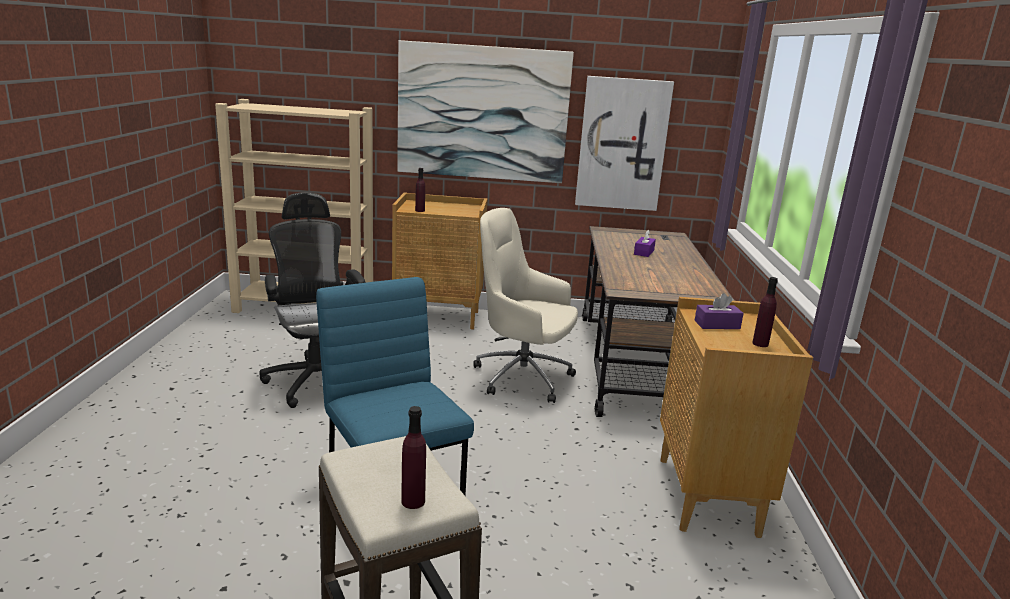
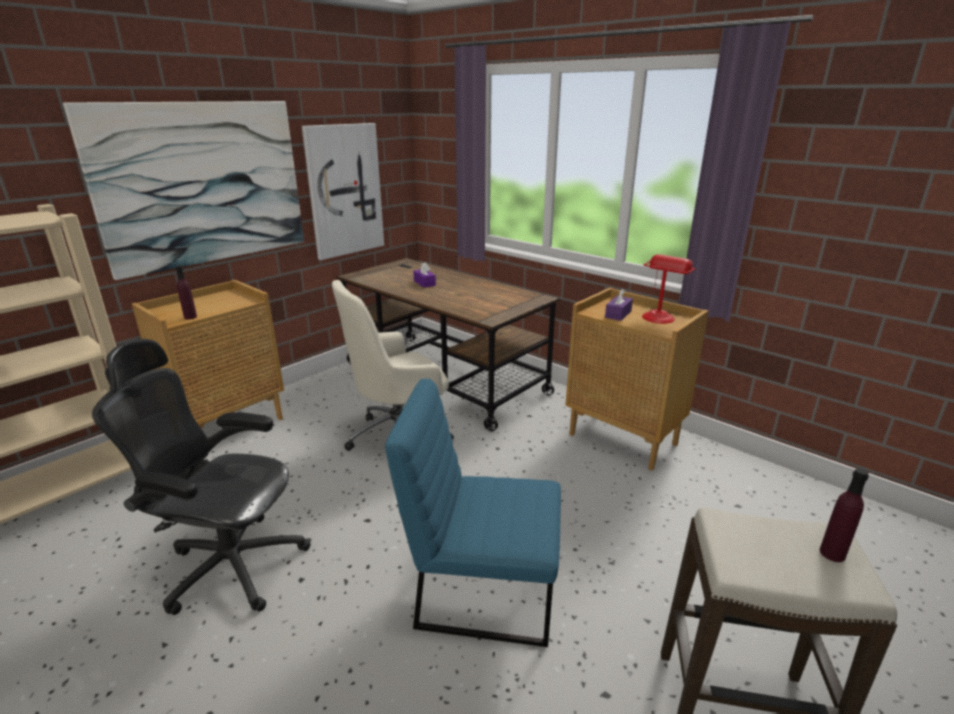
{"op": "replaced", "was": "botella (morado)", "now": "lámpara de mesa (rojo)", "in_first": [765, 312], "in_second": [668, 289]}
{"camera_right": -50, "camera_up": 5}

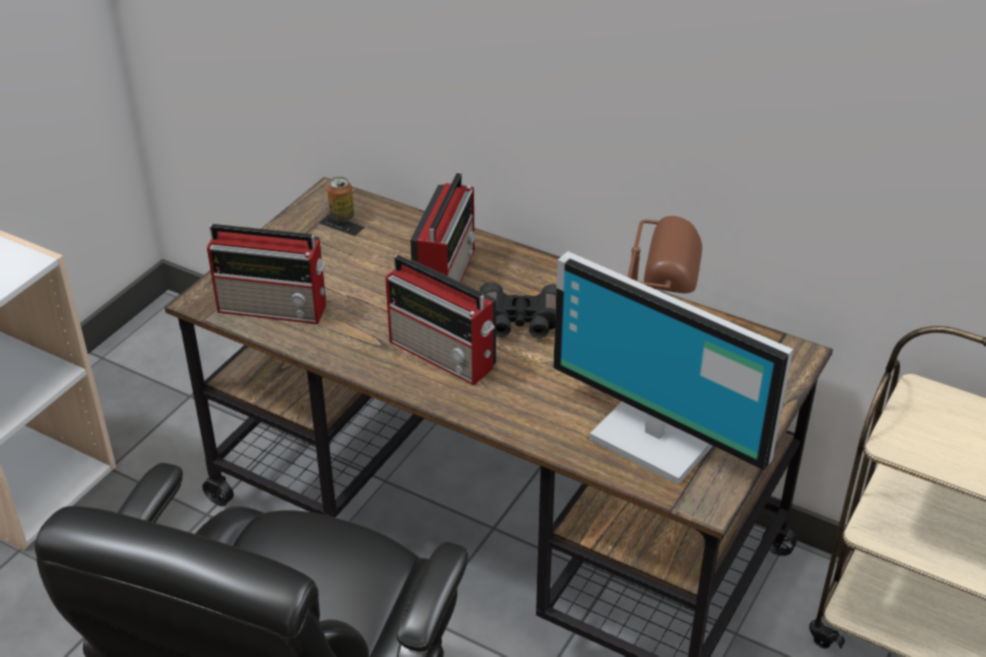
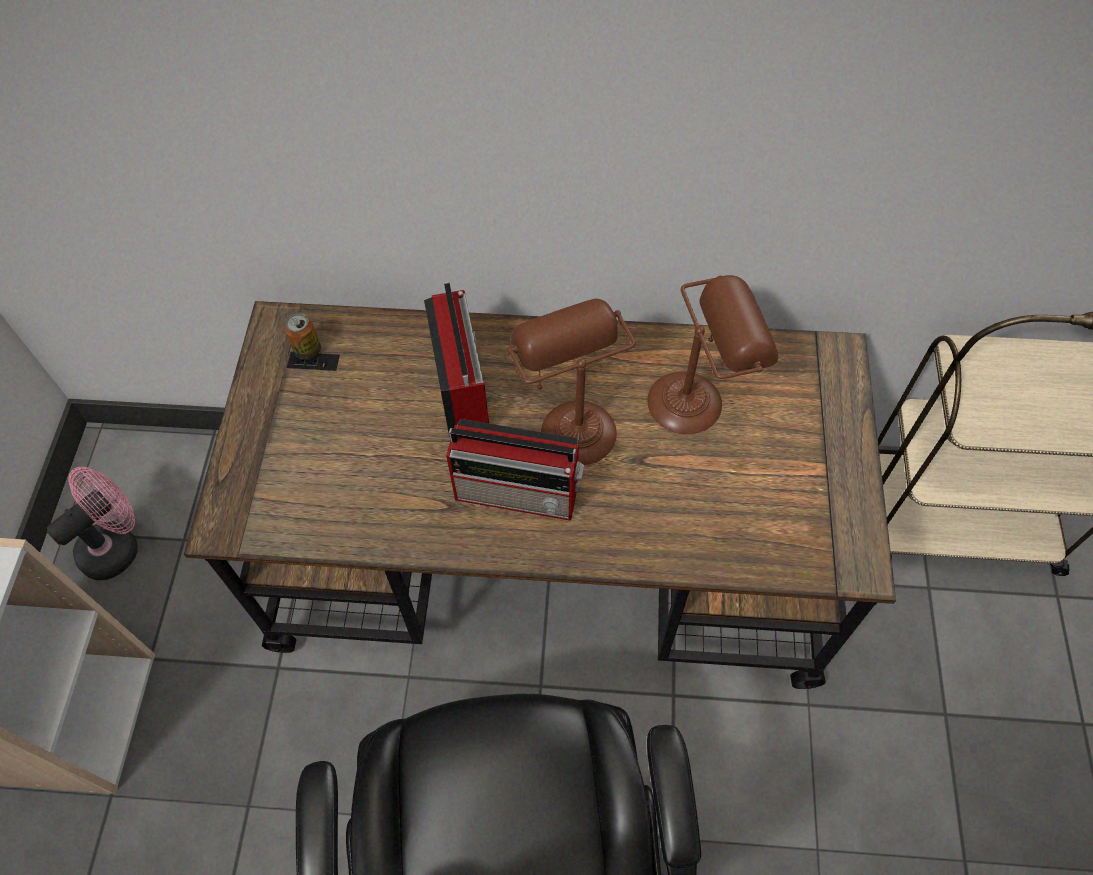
{"op": "removed", "was": "radio", "in_first": [266, 274]}
{"op": "replaced", "was": "prismáticos (negro)", "now": "lámpara de mesa (marrón)", "in_first": [518, 310], "in_second": [571, 382]}
{"op": "removed", "was": "monitor", "in_first": [673, 368]}
{"op": "added", "now": "ventilador (rosa)", "in_second": [92, 523]}
{"camera_right": -25, "camera_up": 20}

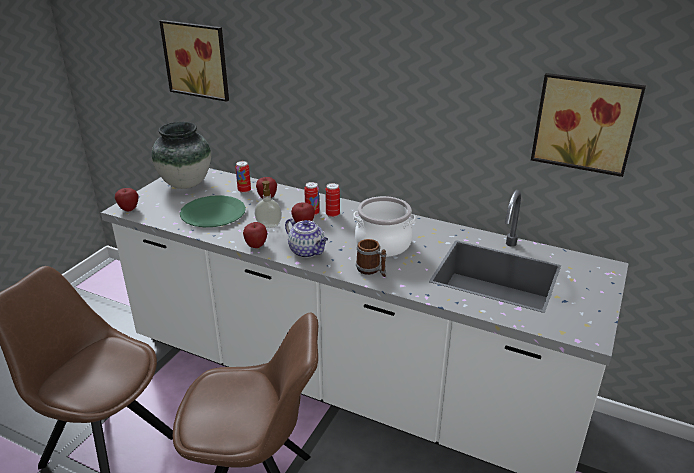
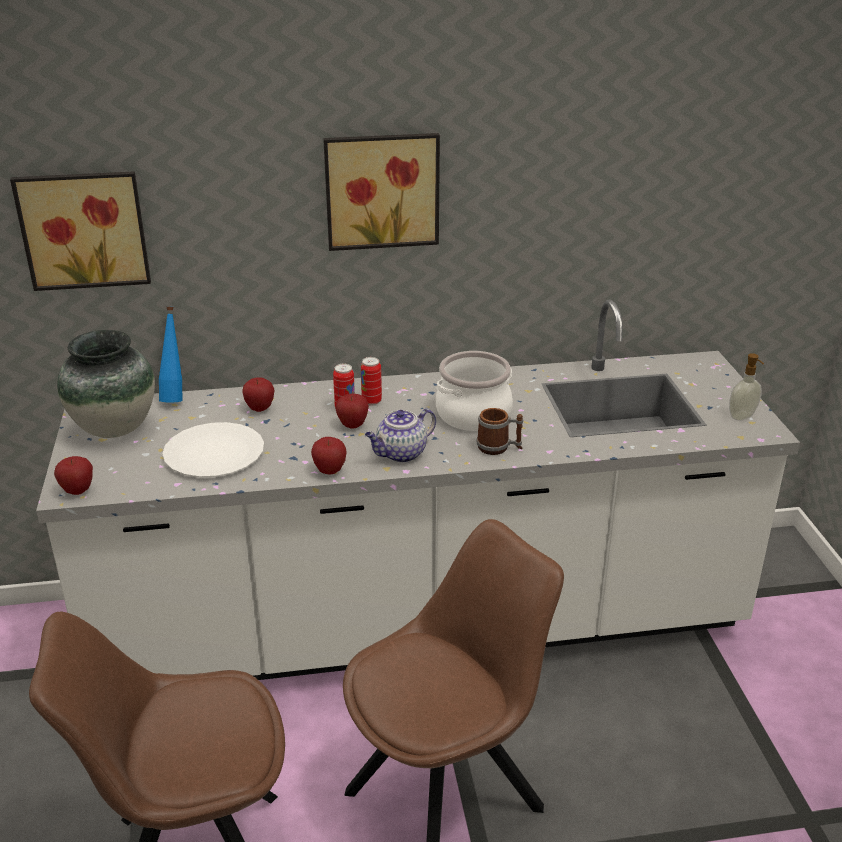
{"op": "recoloured", "was": "plato (verde)", "now": "plato (blanco)", "in_first": [213, 211], "in_second": [213, 449]}
{"op": "removed", "was": "lata", "in_first": [243, 177]}
{"op": "moved", "was": "dispensador de jabón", "in_first": [268, 204], "in_second": [746, 387]}
{"op": "turned", "was": "tetera", "in_first": [306, 238], "in_second": [400, 436], "clockwise": 135}
{"op": "moved", "was": "cuadro", "in_first": [588, 125], "in_second": [381, 192]}
{"op": "added", "now": "botella (azul)", "in_second": [170, 354]}
{"camera_right": -35, "camera_up": 0}

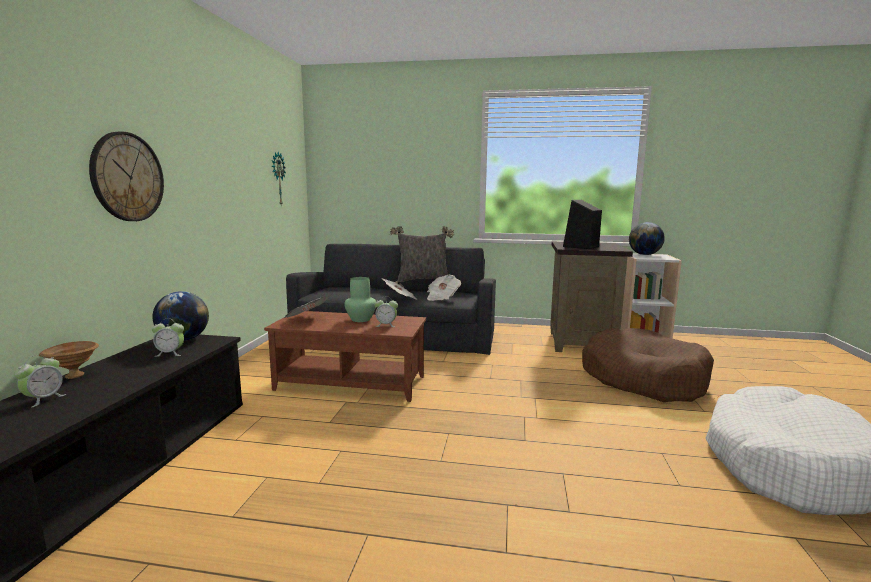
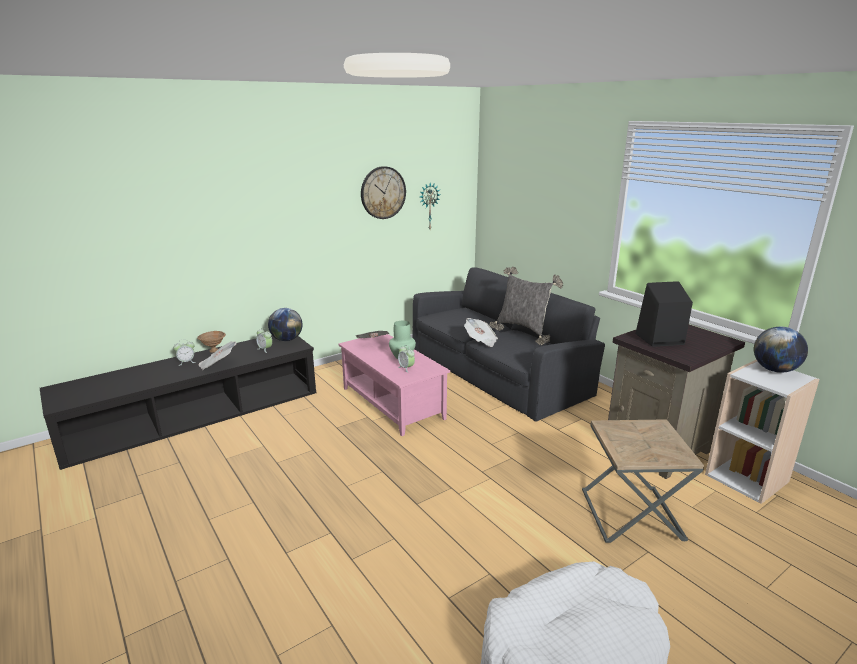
{"op": "moved", "was": "reloj de pared", "in_first": [126, 176], "in_second": [383, 192]}
{"op": "recoloured", "was": "mesa de centro (marrón)", "now": "mesa de centro (rosa)", "in_first": [345, 356], "in_second": [394, 385]}
{"op": "moved", "was": "periódico", "in_first": [444, 288], "in_second": [217, 355]}
{"op": "replaced", "was": "cama para perro (marrón)", "now": "mesa auxiliar (marrón)", "in_first": [648, 365], "in_second": [643, 481]}
{"camera_right": 45, "camera_up": 10}

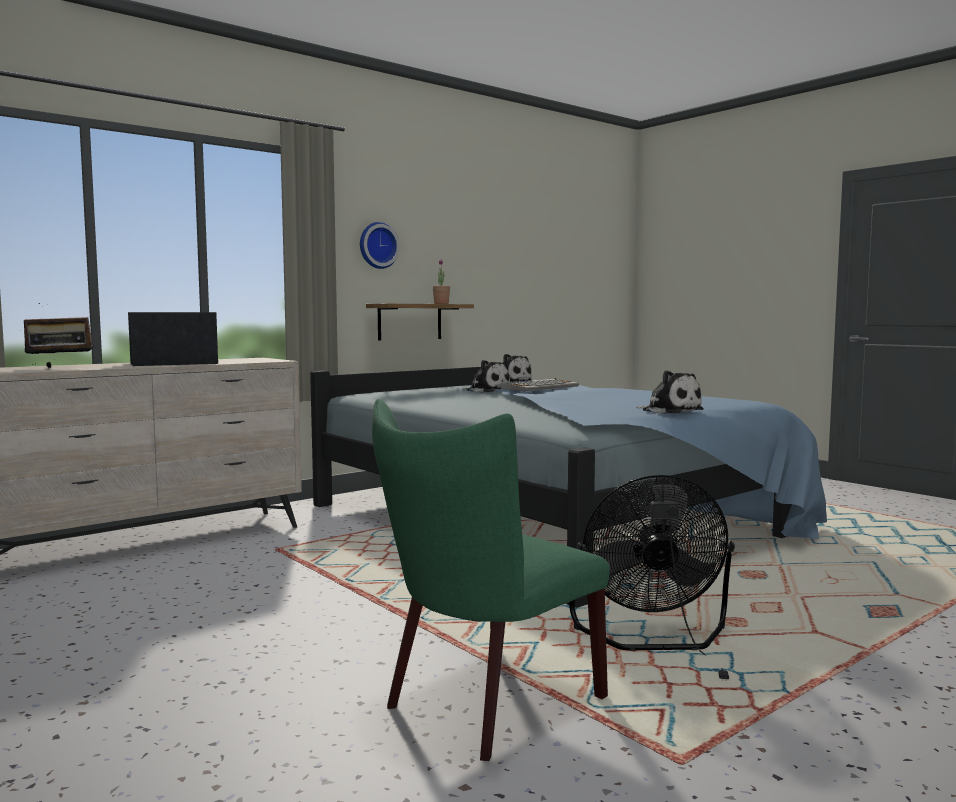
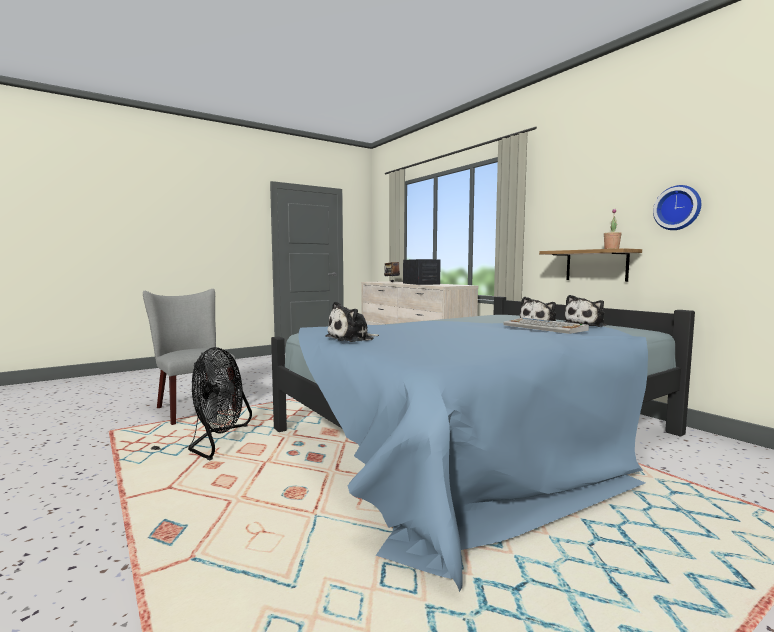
{"op": "moved", "was": "reloj de pared", "in_first": [380, 245], "in_second": [677, 207]}
{"op": "recoloured", "was": "silla (verde)", "now": "silla (gris)", "in_first": [491, 580], "in_second": [190, 357]}
{"camera_right": 95, "camera_up": 0}

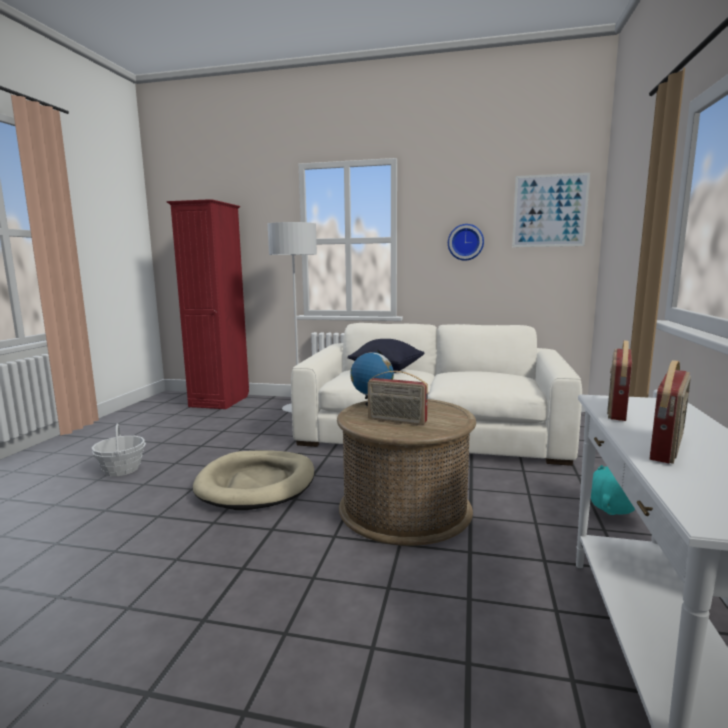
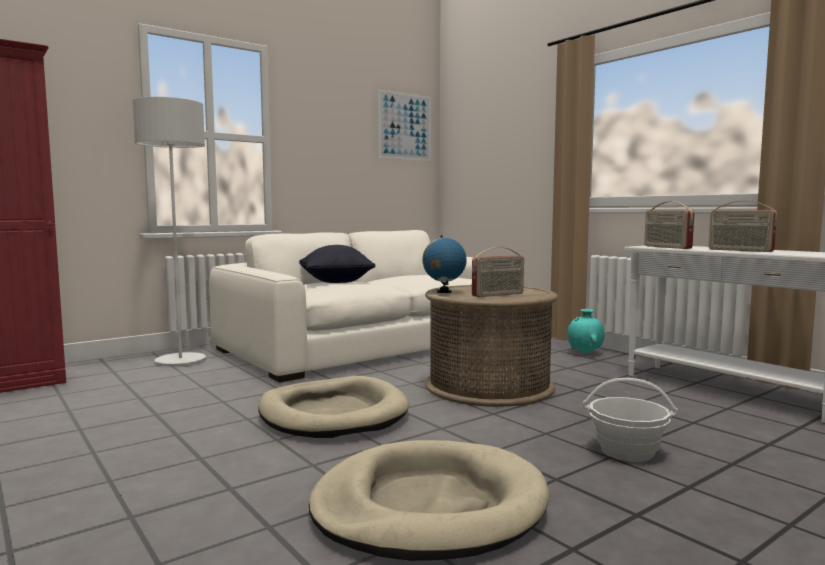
{"op": "moved", "was": "cesta", "in_first": [119, 449], "in_second": [630, 420]}
{"op": "removed", "was": "reloj de pared", "in_first": [466, 242]}
{"op": "turned", "was": "radio", "in_first": [670, 412], "in_second": [743, 226], "clockwise": 150}
{"op": "added", "now": "cama para perro (beis)", "in_second": [429, 500]}
{"camera_right": -50, "camera_up": -5}

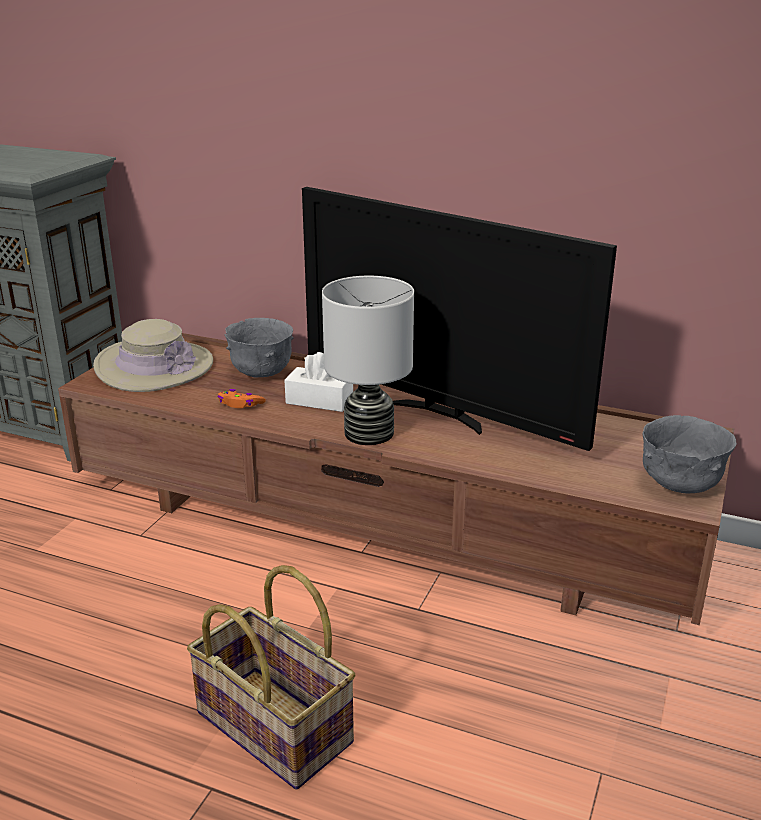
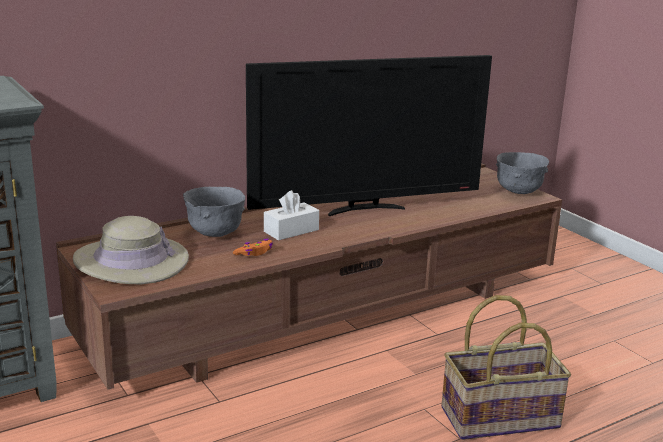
{"op": "removed", "was": "lámpara de mesa (gris)", "in_first": [368, 360]}
{"camera_right": -55, "camera_up": -5}

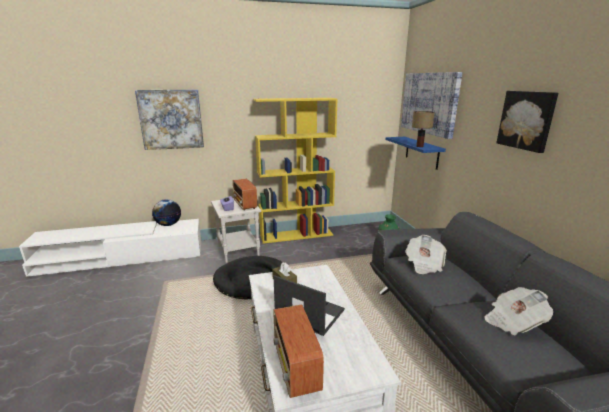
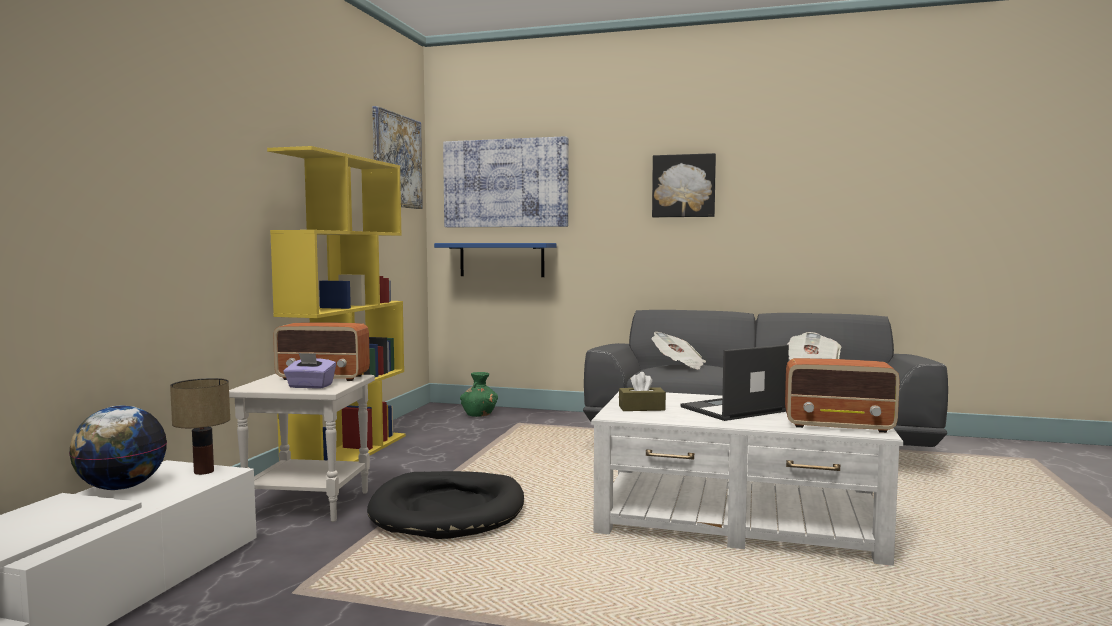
{"op": "moved", "was": "cuadro", "in_first": [169, 120], "in_second": [397, 157]}
{"op": "moved", "was": "lámpara de mesa", "in_first": [423, 129], "in_second": [200, 426]}
{"camera_right": -60, "camera_up": -15}

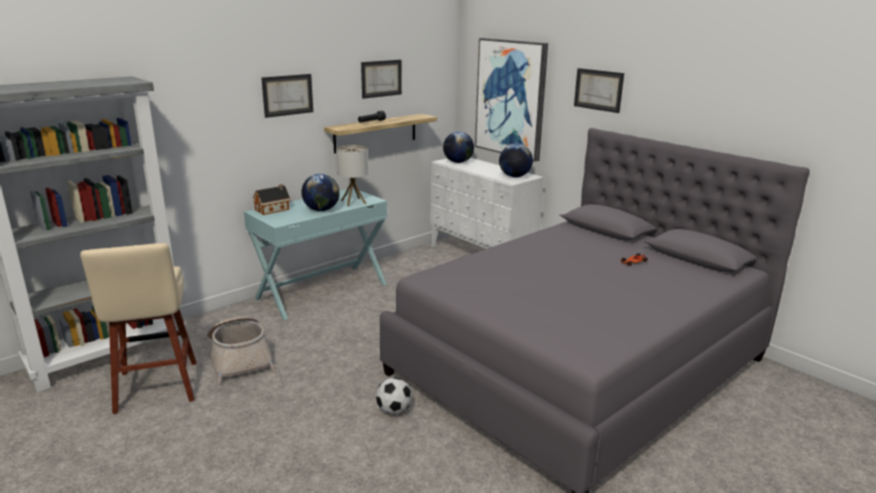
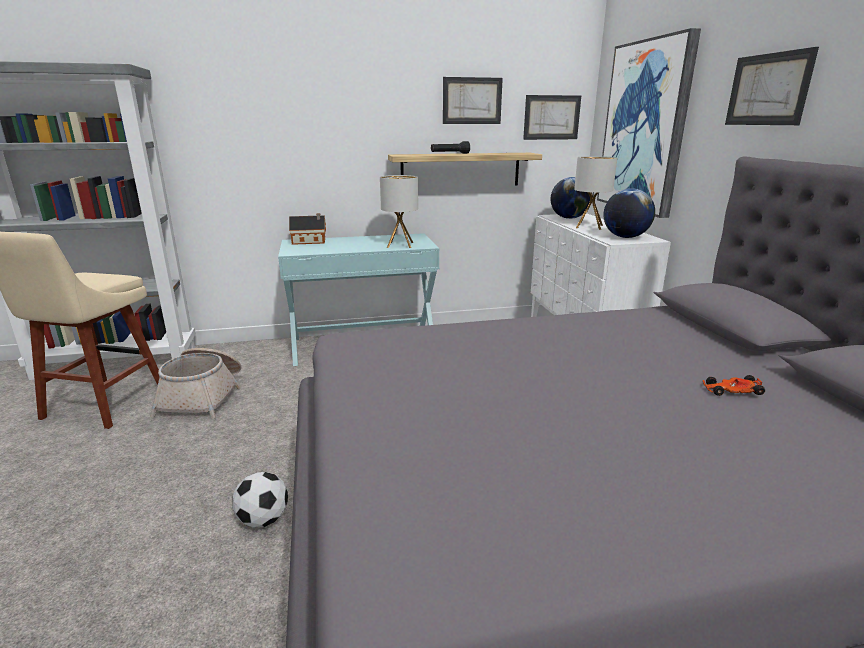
{"op": "moved", "was": "cuadro", "in_first": [287, 96], "in_second": [552, 117]}
{"op": "removed", "was": "globo terráqueo", "in_first": [320, 192]}
{"op": "added", "now": "lámpara de mesa", "in_second": [595, 193]}
{"camera_right": 30, "camera_up": 0}

